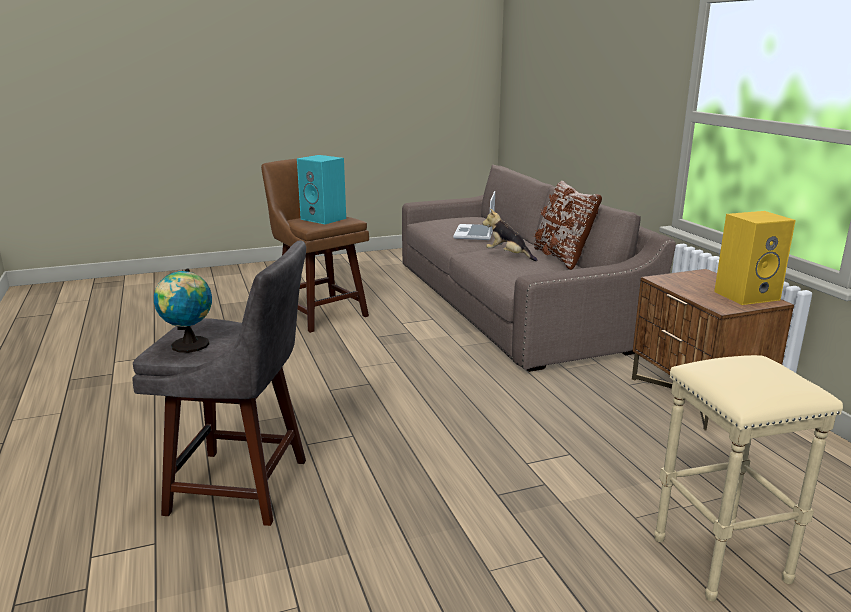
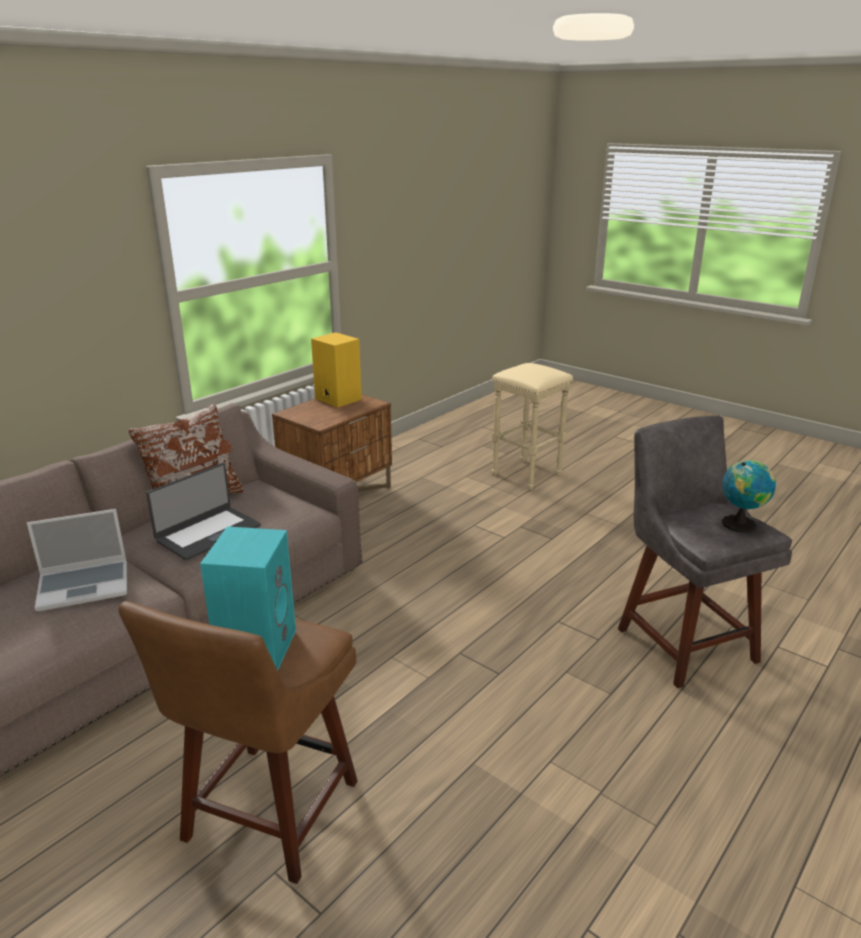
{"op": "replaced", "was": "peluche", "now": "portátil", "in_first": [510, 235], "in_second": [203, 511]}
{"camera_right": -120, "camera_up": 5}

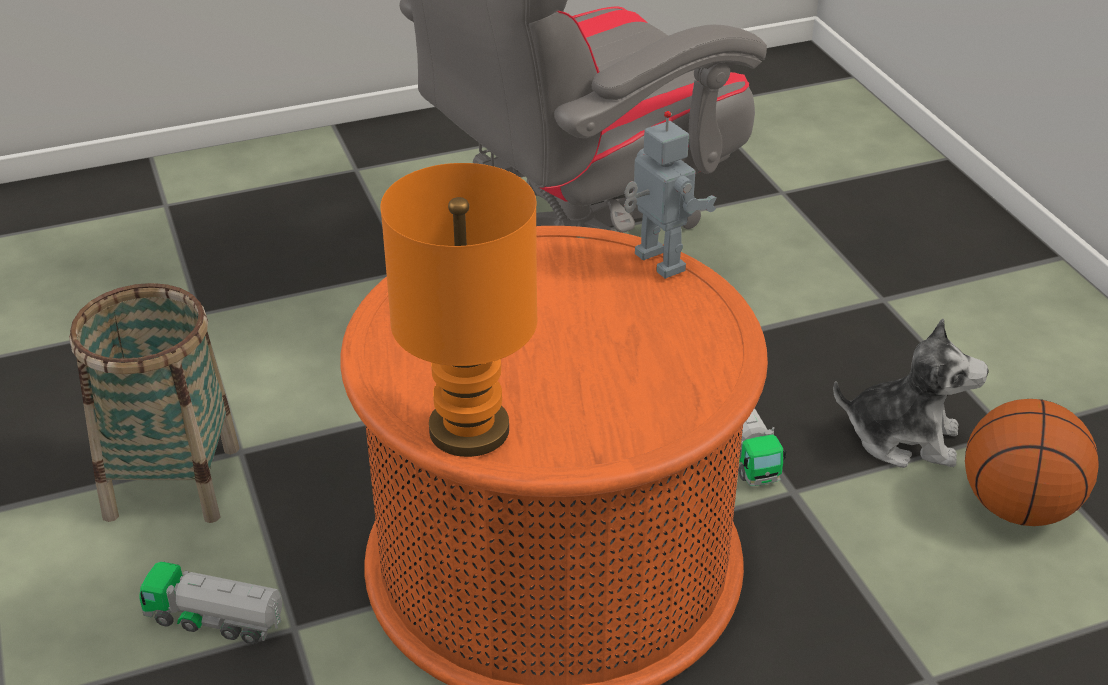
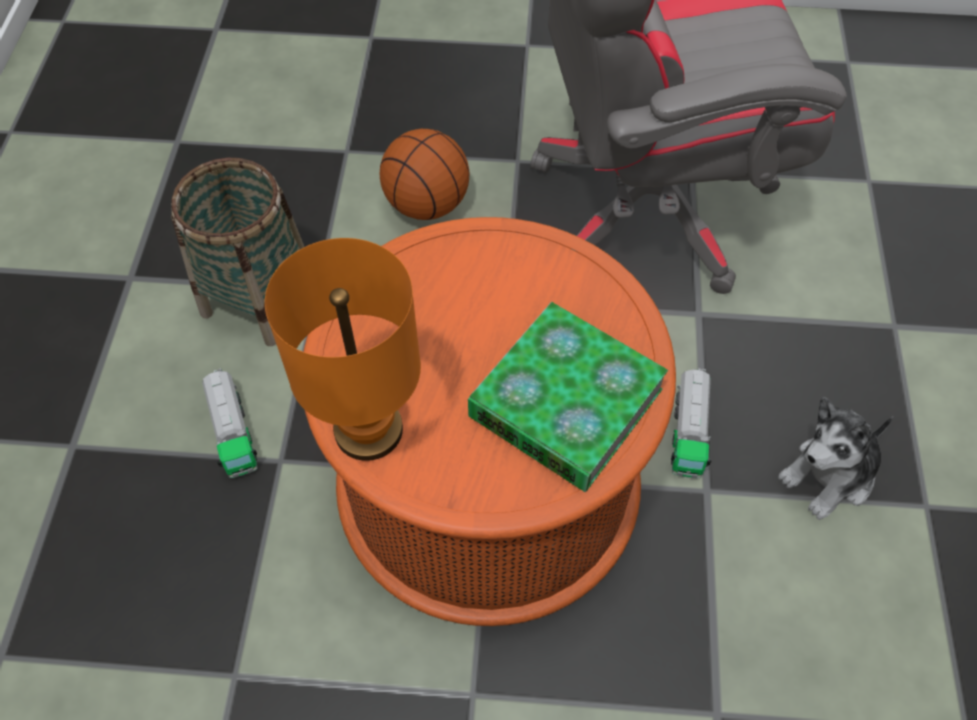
{"op": "turned", "was": "camión de juguete", "in_first": [210, 603], "in_second": [230, 423], "clockwise": -150}
{"op": "removed", "was": "robot de juguete", "in_first": [670, 195]}
{"op": "turned", "was": "peluche", "in_first": [911, 393], "in_second": [835, 458], "clockwise": 105}
{"op": "moved", "was": "balón de baloncesto", "in_first": [1032, 462], "in_second": [424, 174]}
{"op": "added", "now": "libro", "in_second": [568, 397]}
{"camera_right": 25, "camera_up": 20}

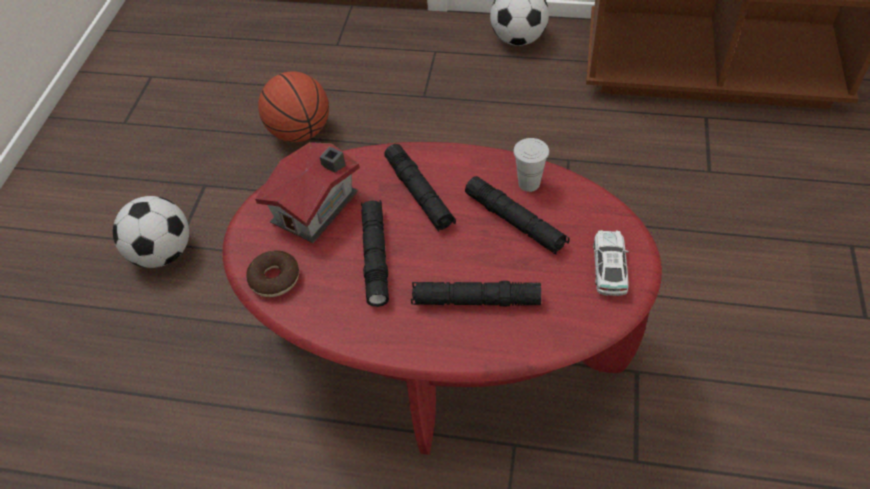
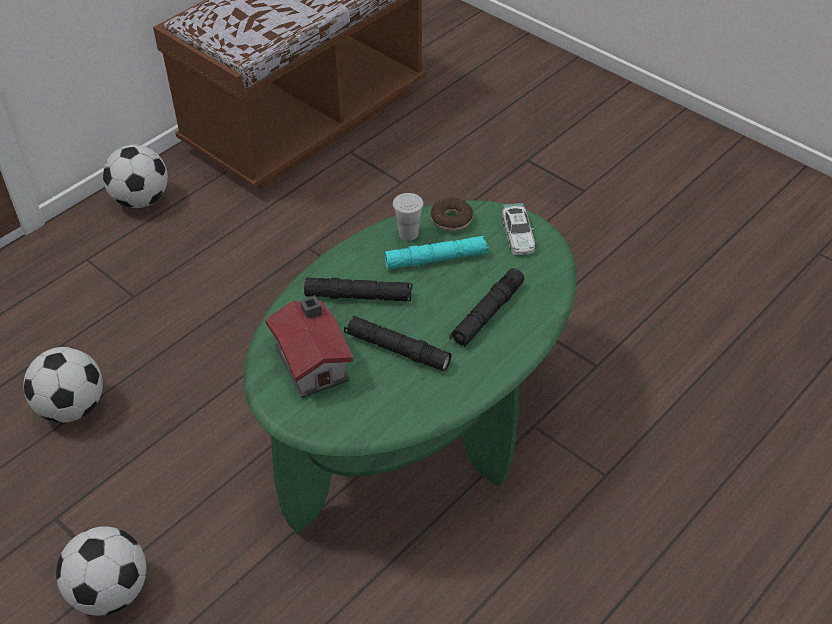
{"op": "recoloured", "was": "mesa de centro (rojo)", "now": "mesa de centro (verde)", "in_first": [442, 298], "in_second": [410, 366]}
{"op": "moved", "was": "rosquilla", "in_first": [272, 273], "in_second": [452, 214]}
{"op": "replaced", "was": "balón de baloncesto", "now": "balón de fútbol", "in_first": [293, 106], "in_second": [63, 385]}
{"op": "recoloured", "was": "linterna (negro)", "now": "linterna (turquesa)", "in_first": [517, 215], "in_second": [436, 252]}
{"op": "turned", "was": "coche de juguete", "in_first": [610, 263], "in_second": [518, 229], "clockwise": -135}
{"camera_right": -60, "camera_up": -5}

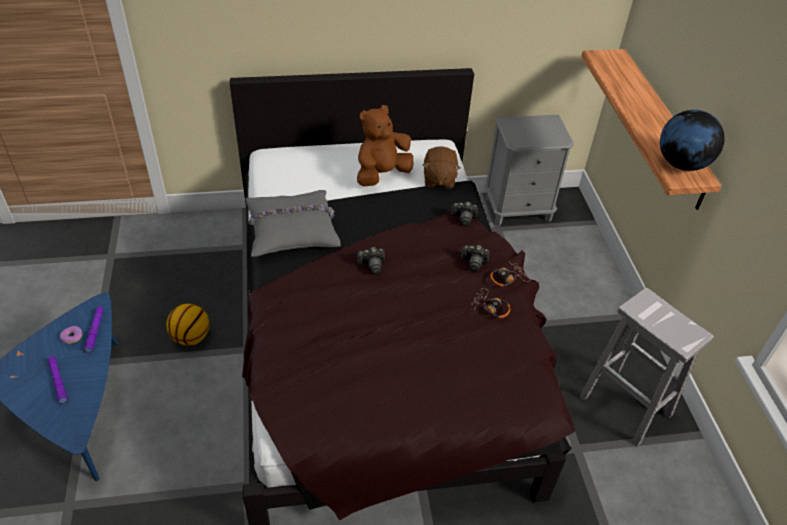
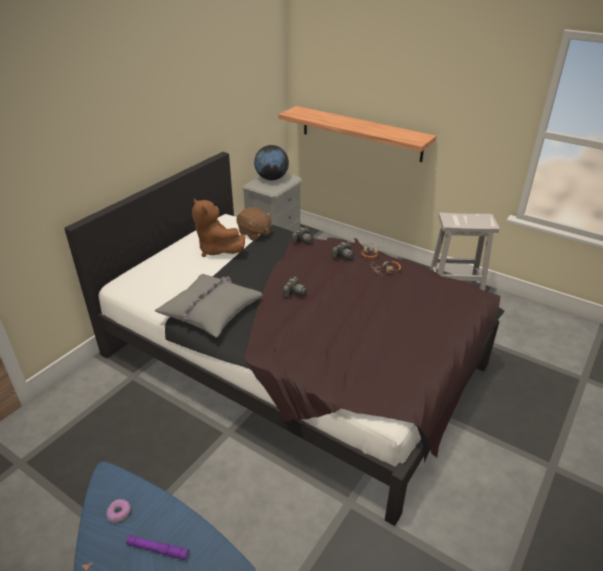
{"op": "removed", "was": "linterna (morado)", "in_first": [94, 330]}
{"op": "removed", "was": "balón de baloncesto", "in_first": [188, 325]}
{"op": "turned", "was": "peluche (marrón)", "in_first": [385, 146], "in_second": [218, 228], "clockwise": -45}
{"op": "moved", "was": "globo terráqueo", "in_first": [692, 140], "in_second": [271, 162]}
{"camera_right": -45, "camera_up": -10}

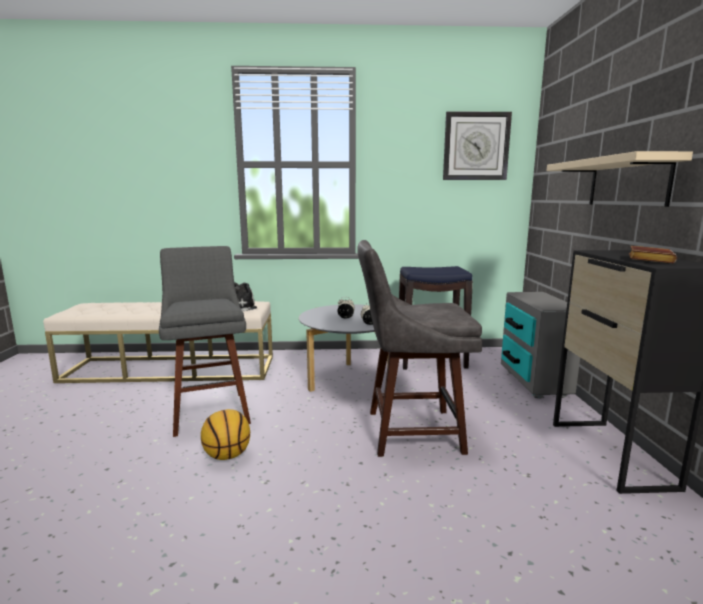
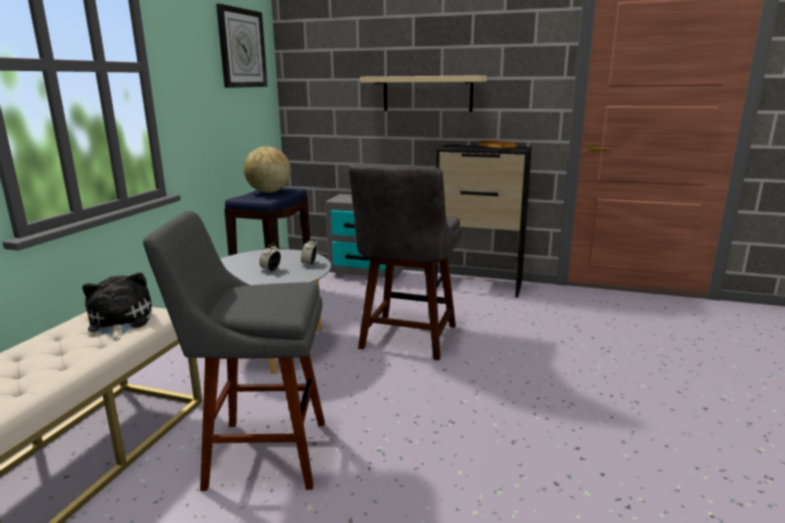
{"op": "removed", "was": "balón de baloncesto", "in_first": [225, 434]}
{"op": "added", "now": "globo terráqueo", "in_second": [267, 169]}
{"camera_right": -70, "camera_up": 5}

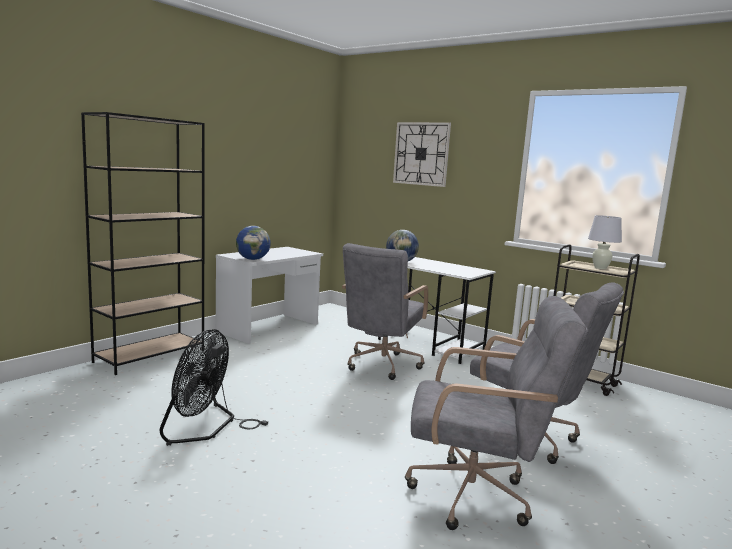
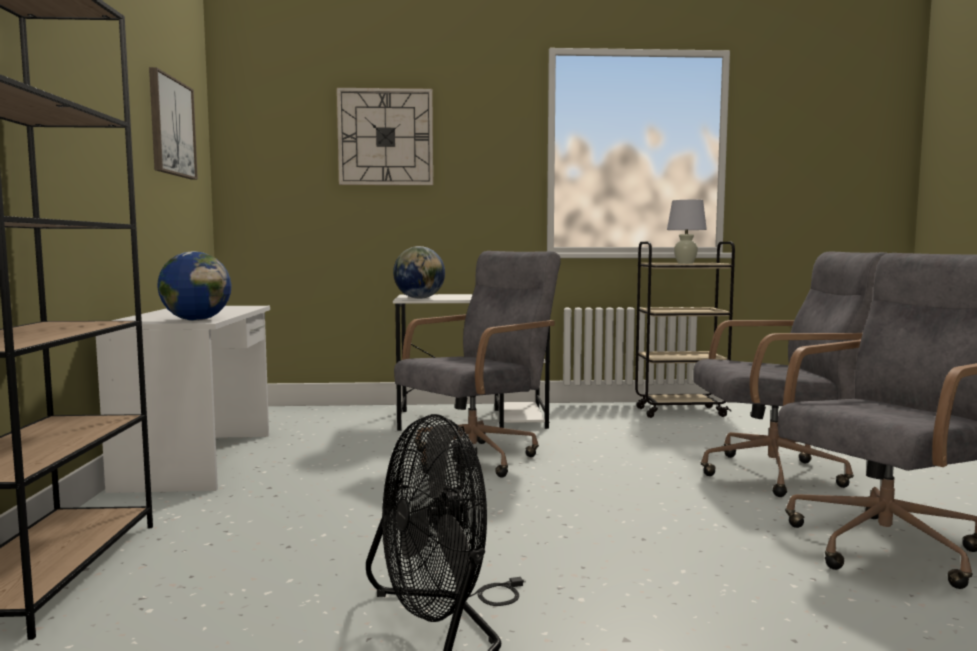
{"op": "turned", "was": "silla de oficina (gris)", "in_first": [385, 311], "in_second": [477, 364], "clockwise": -120}
{"op": "added", "now": "cuadro", "in_second": [173, 123]}
{"camera_right": -40, "camera_up": -5}

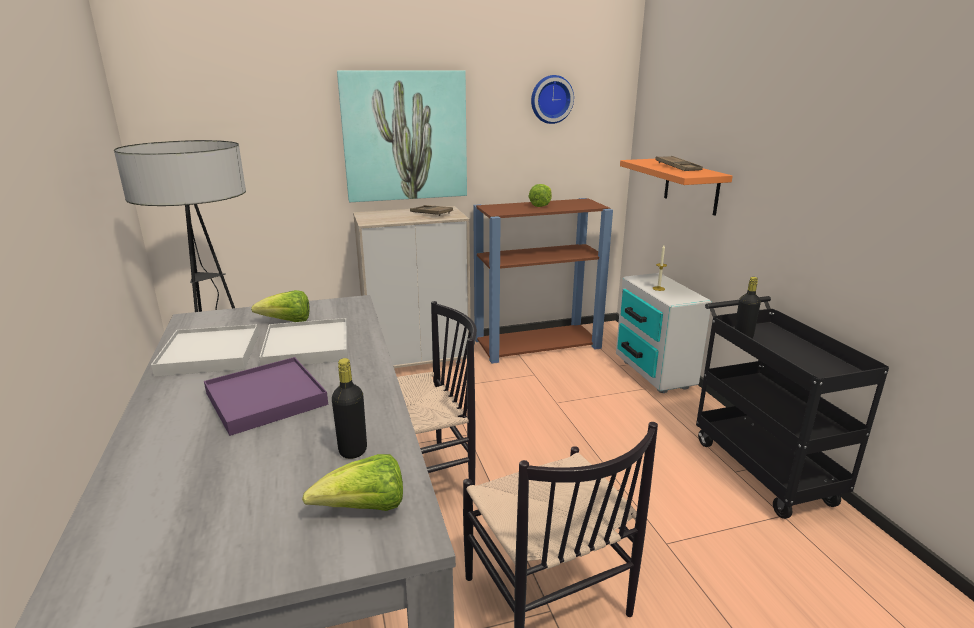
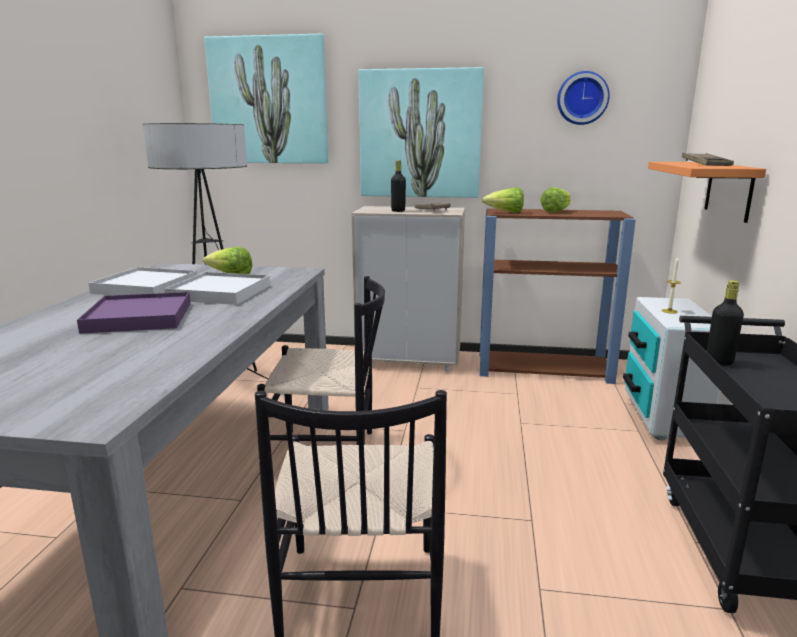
{"op": "moved", "was": "lechuga", "in_first": [352, 482], "in_second": [503, 200]}
{"op": "moved", "was": "botella (negro)", "in_first": [349, 408], "in_second": [398, 186]}
{"op": "added", "now": "cuadro", "in_second": [266, 98]}
{"camera_right": 25, "camera_up": -5}

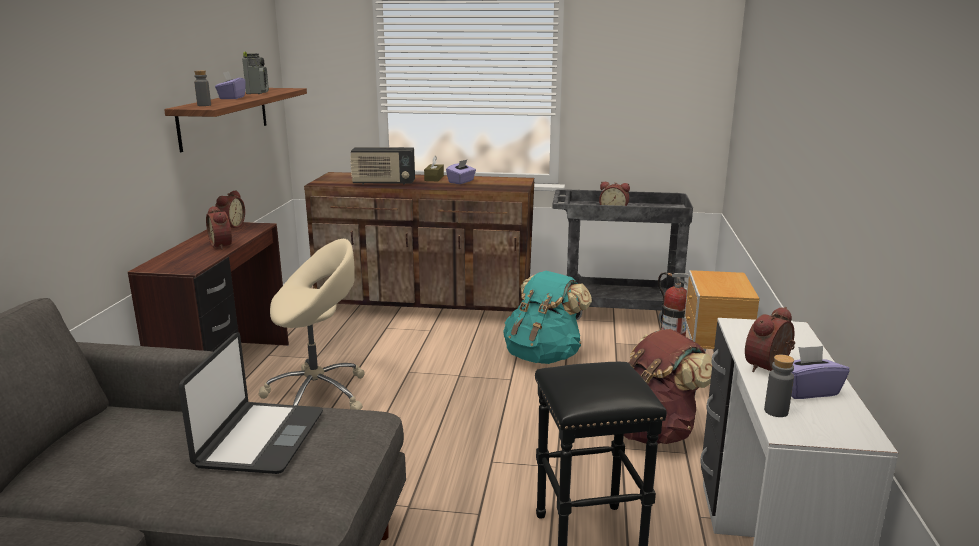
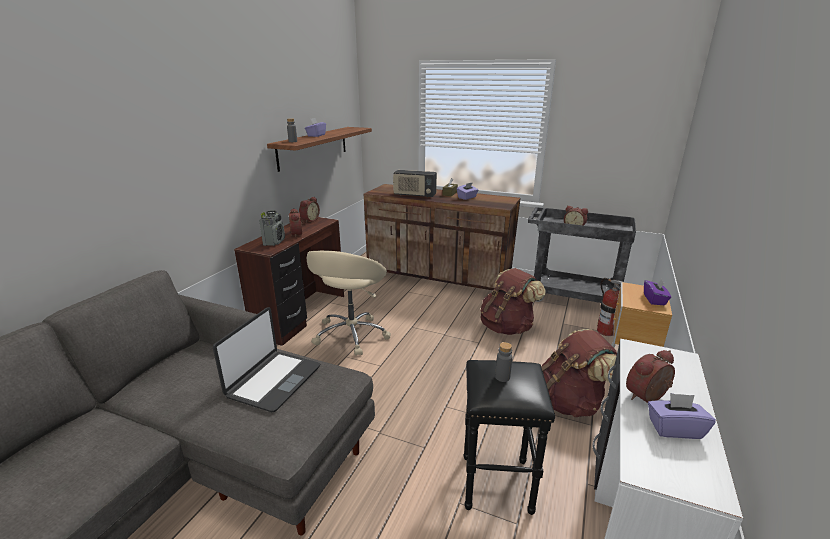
{"op": "moved", "was": "radio", "in_first": [255, 73], "in_second": [272, 228]}
{"op": "turned", "was": "silla de oficina (beis)", "in_first": [312, 324], "in_second": [349, 302], "clockwise": 105}
{"op": "recoloured", "was": "mochila (turquesa)", "now": "mochila (marrón)", "in_first": [547, 317], "in_second": [513, 301]}
{"op": "moved", "was": "botella (gris)", "in_first": [779, 386], "in_second": [503, 362]}
{"op": "added", "now": "caja de pañuelos (morado)", "in_second": [657, 292]}
{"camera_right": 15, "camera_up": 5}

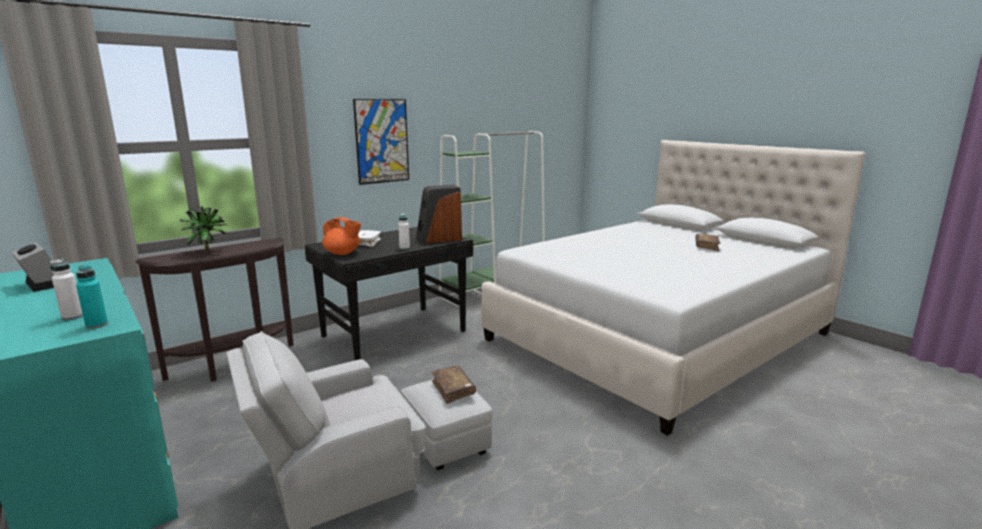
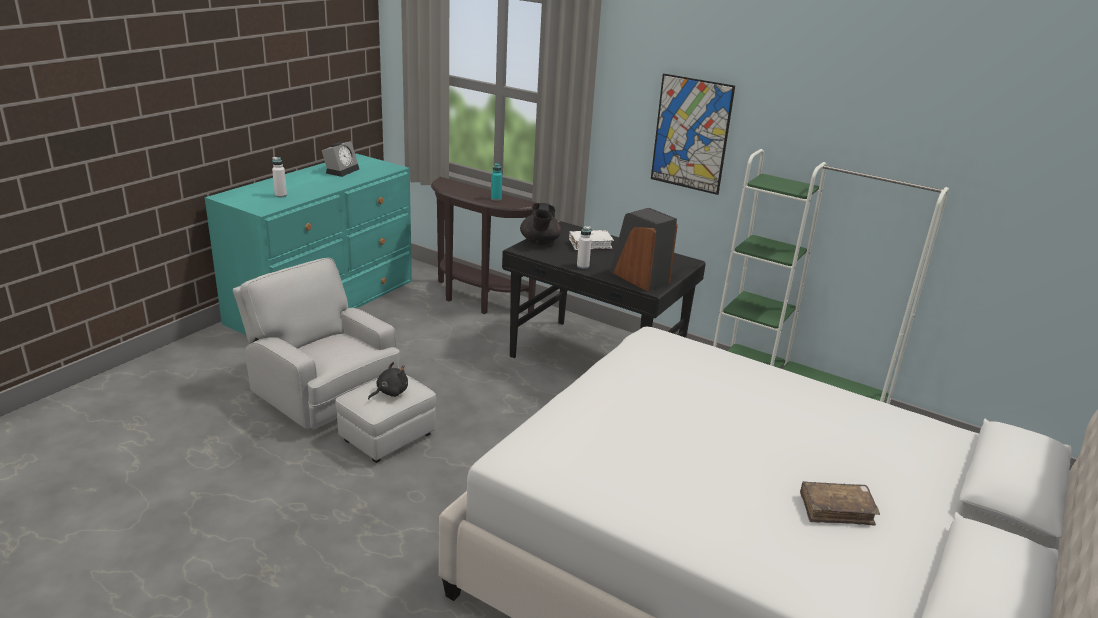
{"op": "moved", "was": "botella (turquesa)", "in_first": [92, 297], "in_second": [496, 182]}
{"op": "removed", "was": "planta en maceta", "in_first": [203, 229]}
{"op": "recoloured", "was": "tetera (naranja)", "now": "tetera (negro)", "in_first": [341, 236], "in_second": [540, 224]}
{"op": "replaced", "was": "libro (marrón)", "now": "peluche (negro)", "in_first": [453, 384], "in_second": [388, 381]}
{"camera_right": 70, "camera_up": 10}

